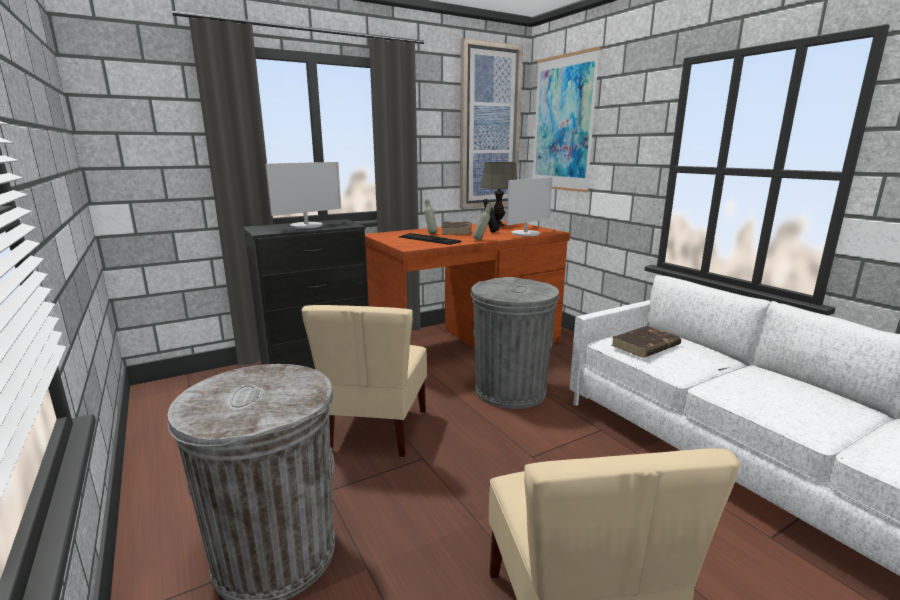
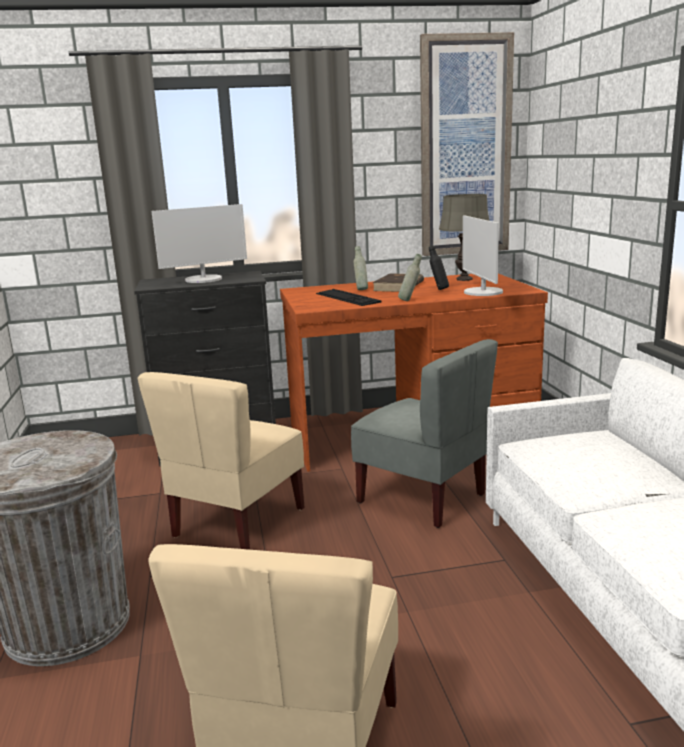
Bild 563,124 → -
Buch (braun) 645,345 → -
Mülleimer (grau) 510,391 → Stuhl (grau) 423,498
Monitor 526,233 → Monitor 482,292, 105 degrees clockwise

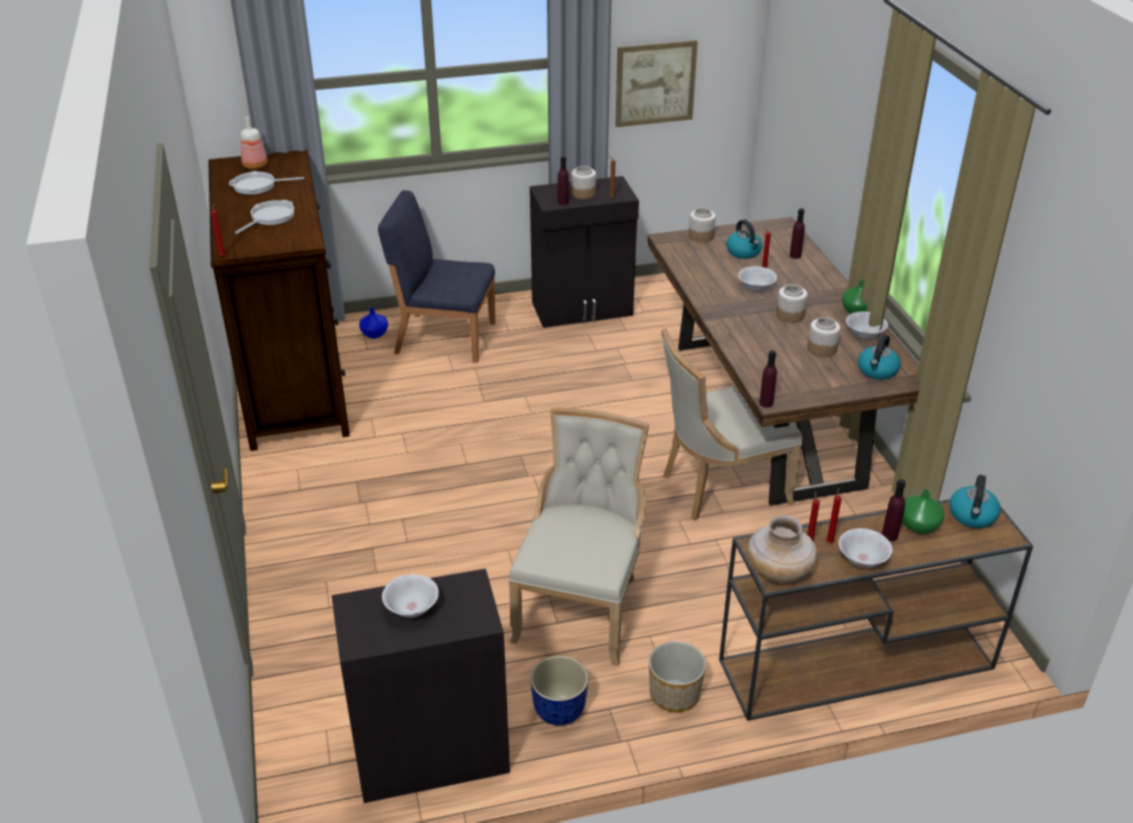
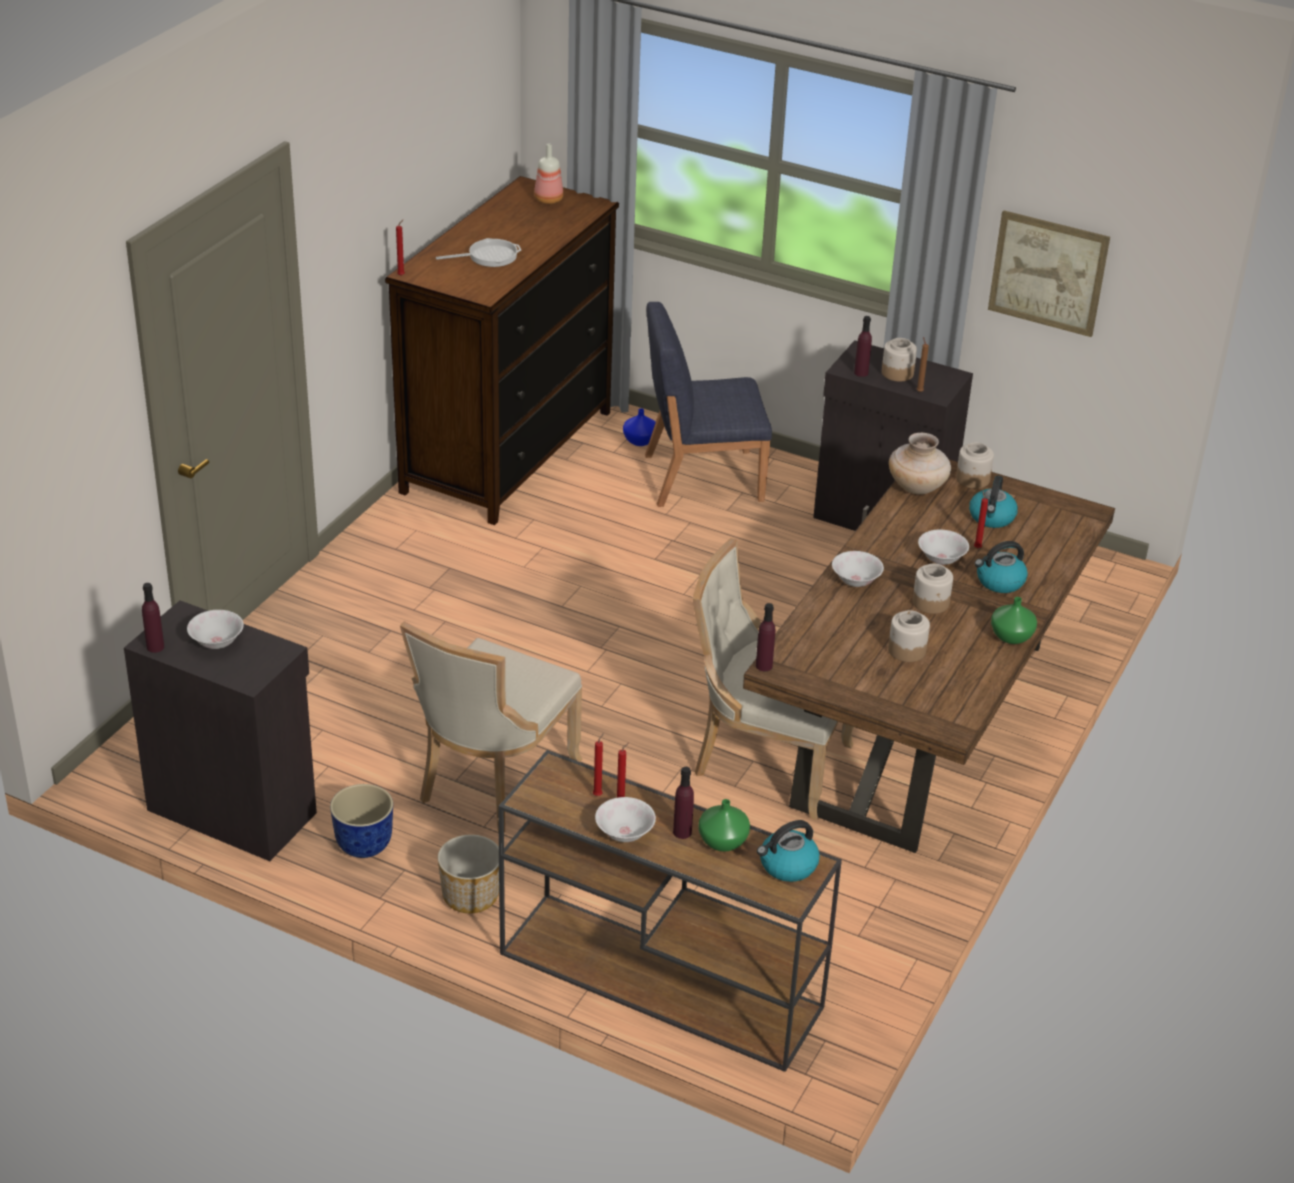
Pfanne 258,186 → -
Vase (beige) 779,571 → Vase (beige) 917,487, relocated
Flasche (lila) 795,255 → Flasche (lila) 155,647, relocated
Schüssel (weiß) 864,334 → Schüssel (weiß) 856,581, relocated
Wasserkessel 877,371 → Wasserkessel 999,582, relocated
Stuhl (blau) 444,337 → Stuhl (blau) 701,477, 60 degrees counterclockwise
Stuhl (beige) 581,607 → Stuhl (beige) 491,782, 150 degrees clockwise

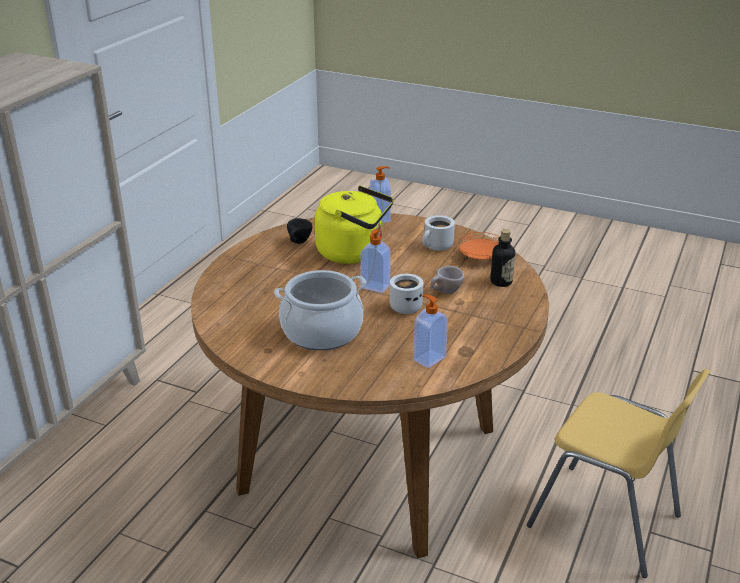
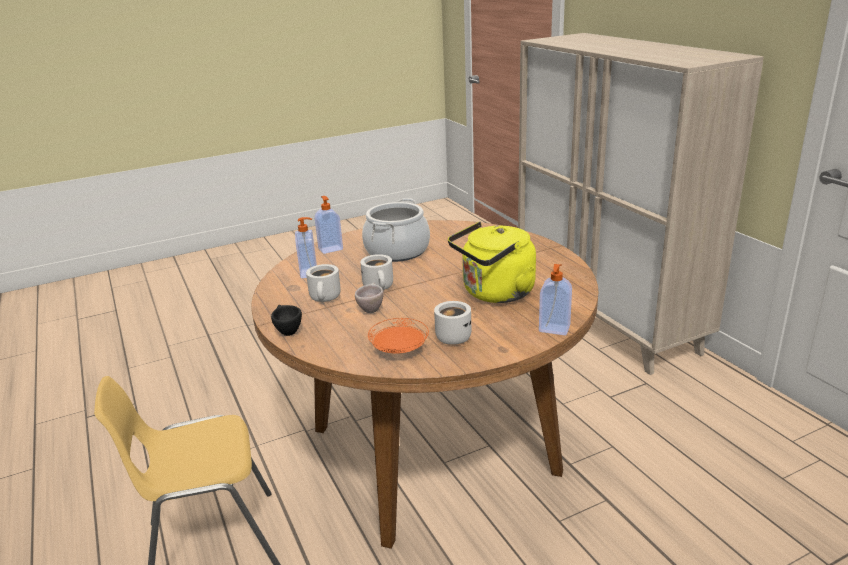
Flasche 501,282 → -
- → Henkelbecher (weiß) 326,298
Tasse (schwarz) 299,243 → Tasse (schwarz) 287,331, relocated
Seifenspender 374,287 → Seifenspender 330,249, relocated

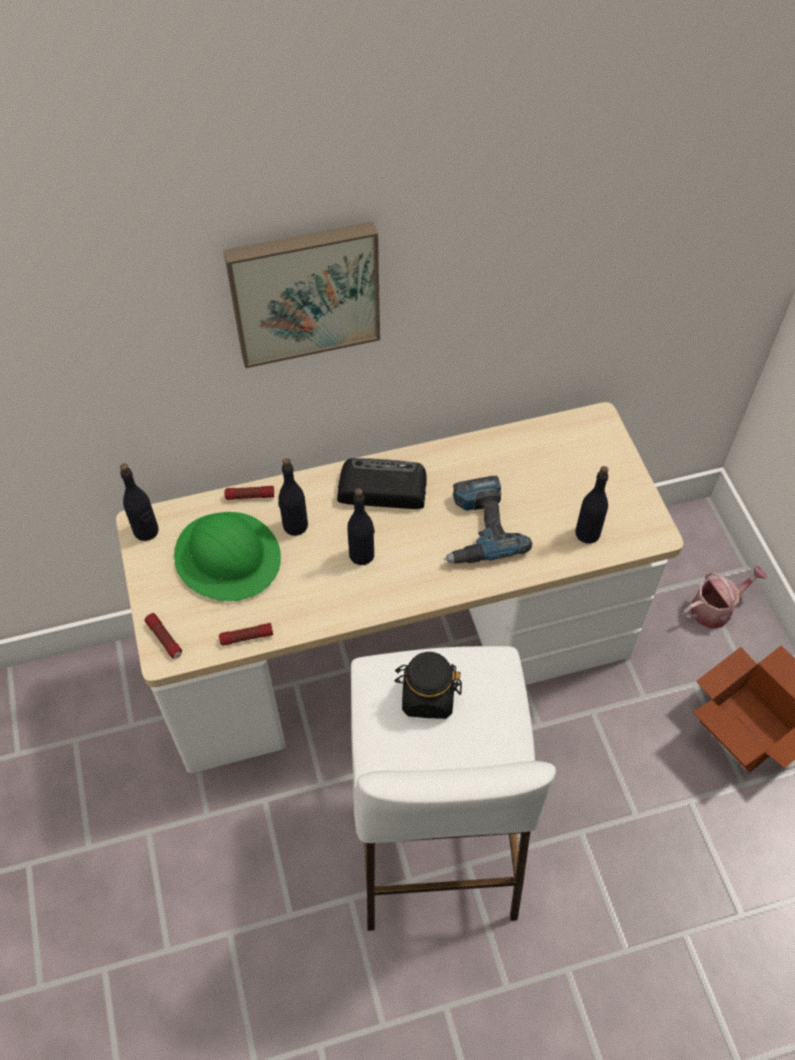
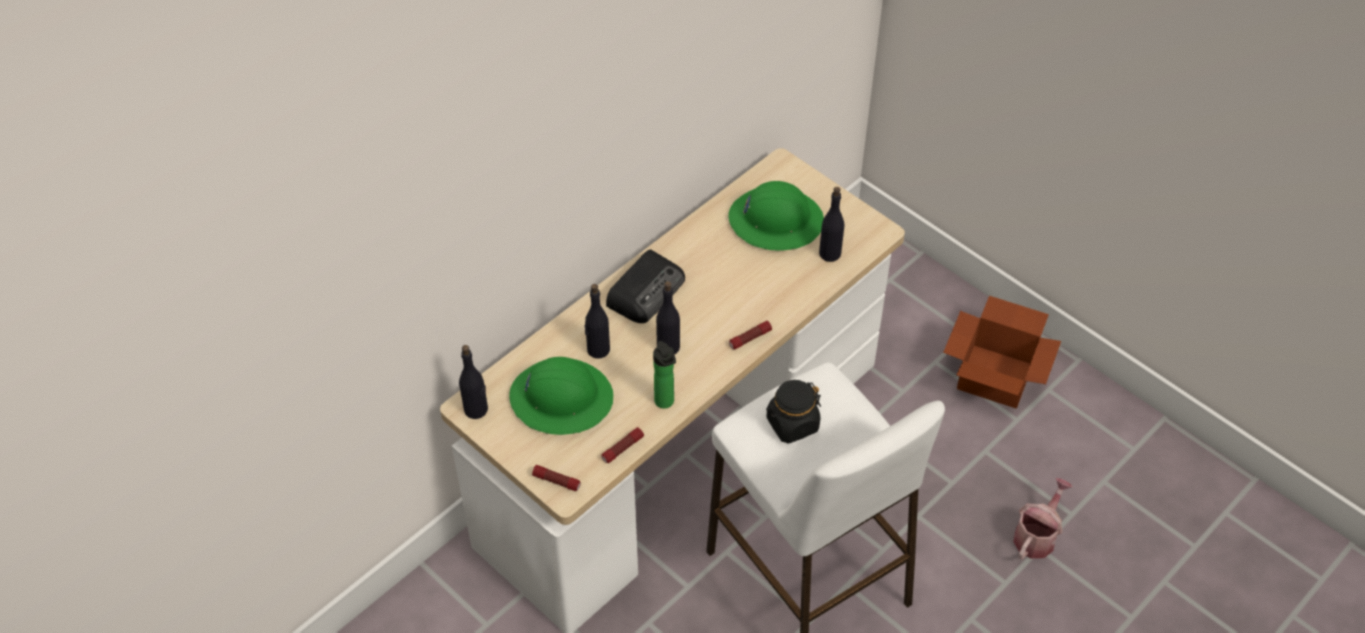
Bild 304,291 → -
Bohrmaschine 477,528 → -
- → Flasche 665,403
- → Schutzhelm (grün) 776,220
Taschenlampe 250,496 → Taschenlampe 750,339, relocated
Gießkanne 716,608 → Gießkanne 1037,535, relocated
Radio 381,488 → Radio 646,290, 150 degrees clockwise

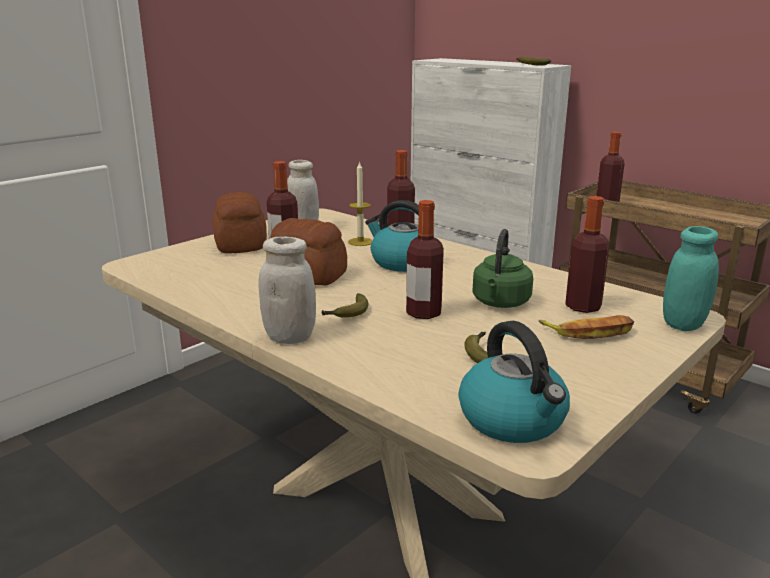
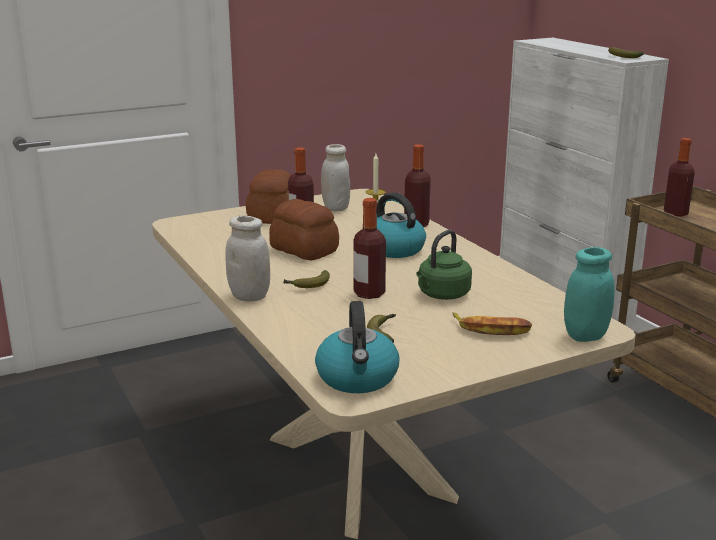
Flasche 583,307 → -

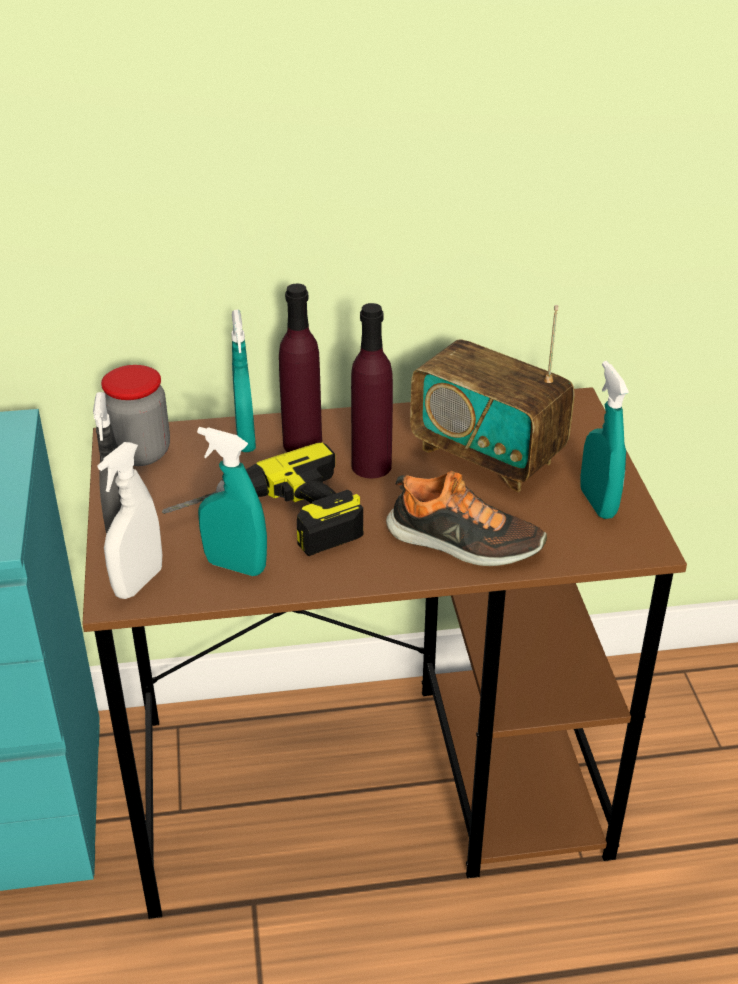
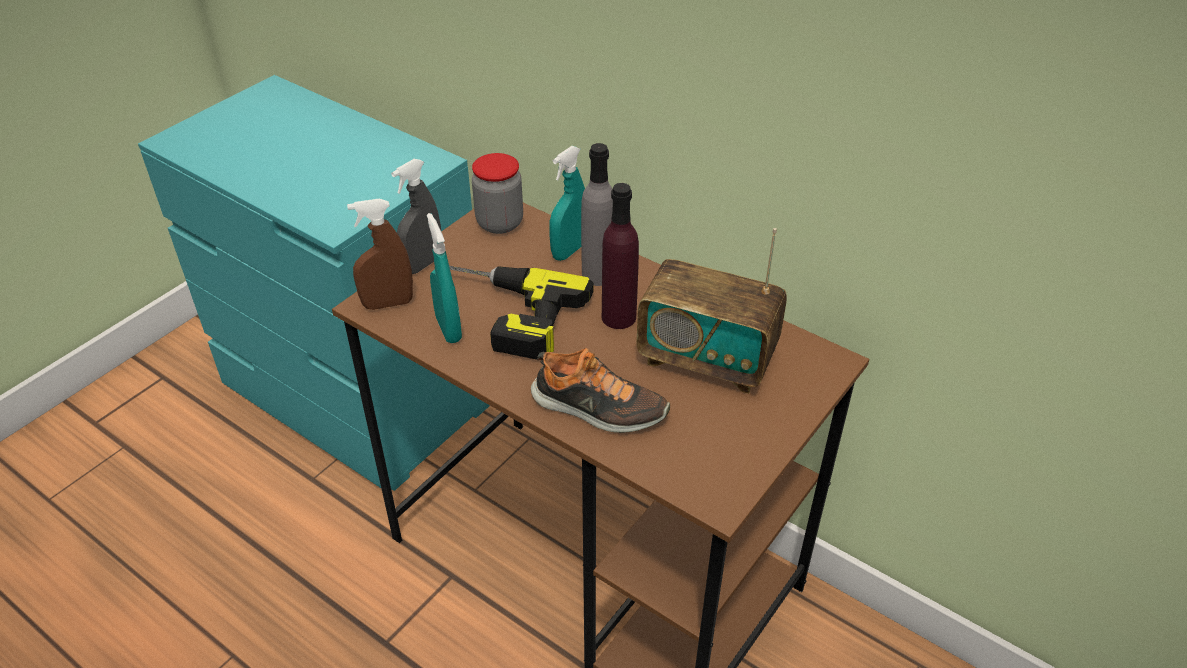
Sprühflasche (türkis) 597,503 → -
Sprühflasche (weiß) 138,582 → Sprühflasche (braun) 388,303
Flasche (lila) 302,444 → Flasche (grau) 598,275
Schuh 463,543 → Schuh 598,408, 45 degrees counterclockwise
Radio 487,455 → Radio 706,359, 60 degrees counterclockwise

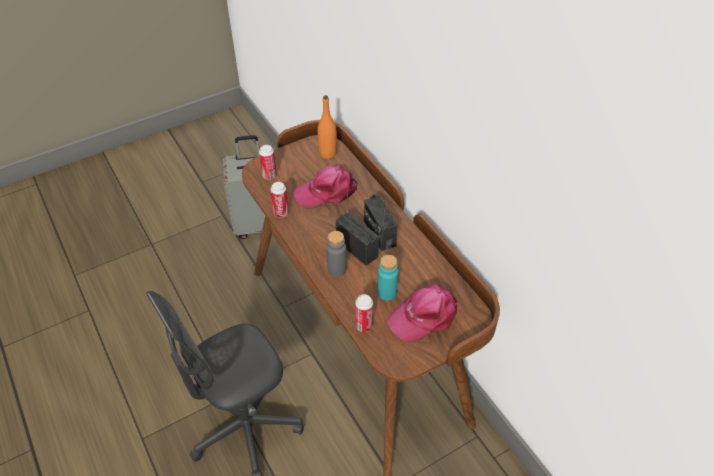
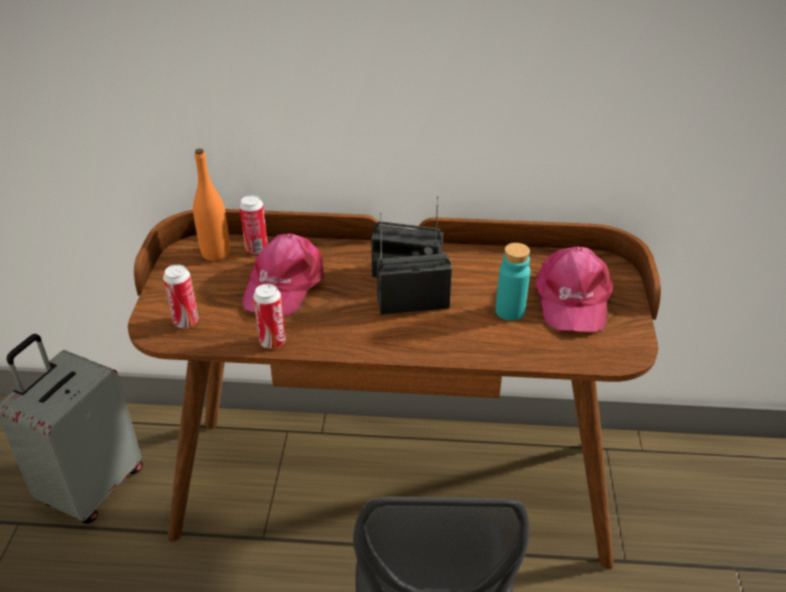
Flasche (grau) 337,269 → -
Dose 363,326 → Dose 256,249, relocated

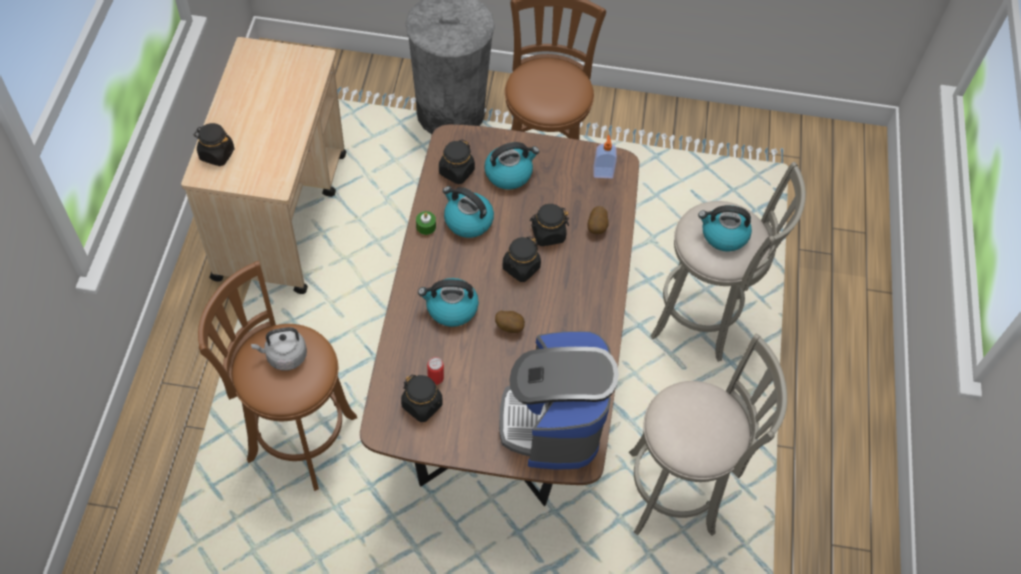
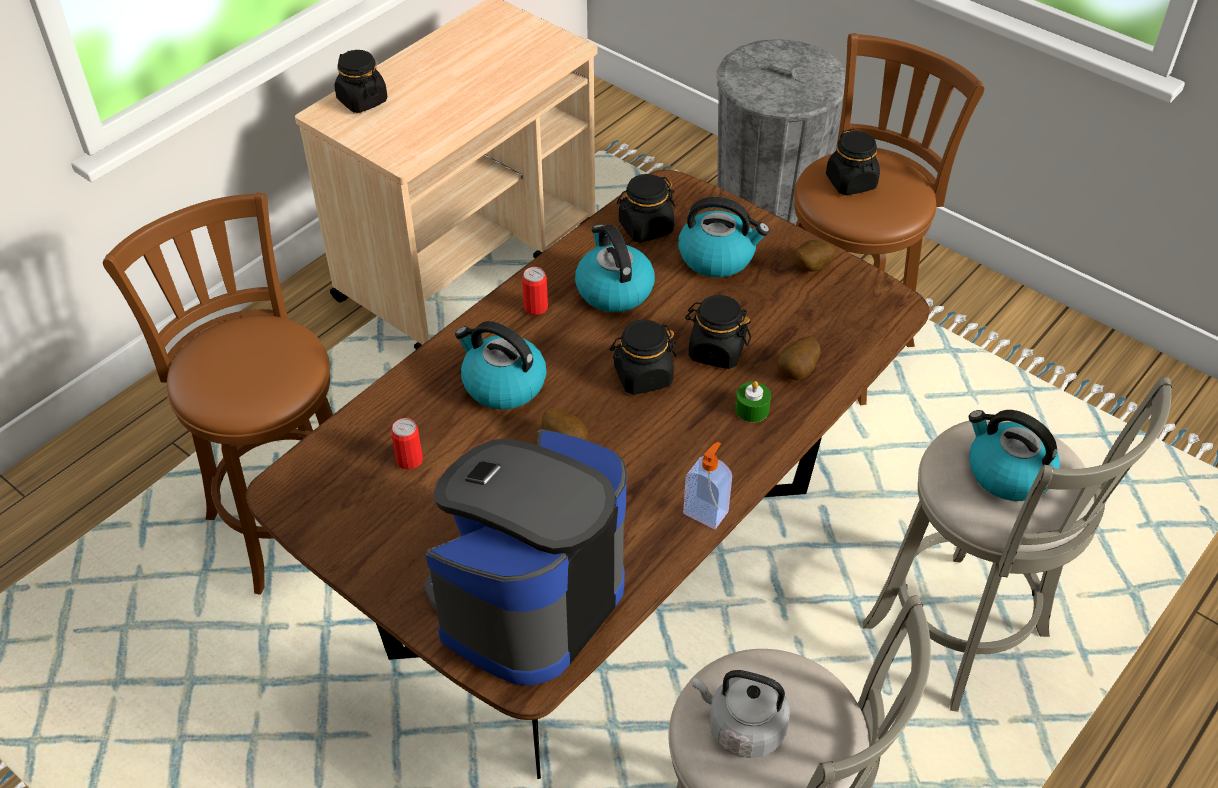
- → Dose 536,307
- → Kartoffel 810,267
Wasserkessel (grau) 284,356 → Wasserkessel (grau) 742,727, relocated
Vorratsglas (schwarz) 422,405 → Vorratsglas (schwarz) 851,182, relocated
Kerze (grün) 426,226 → Kerze (grün) 752,409, relocated
Seifenspender 603,172 → Seifenspender 706,512, relocated

